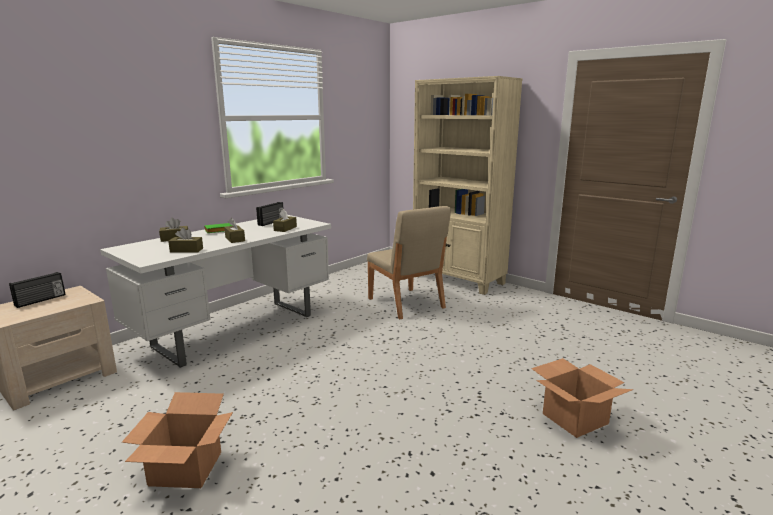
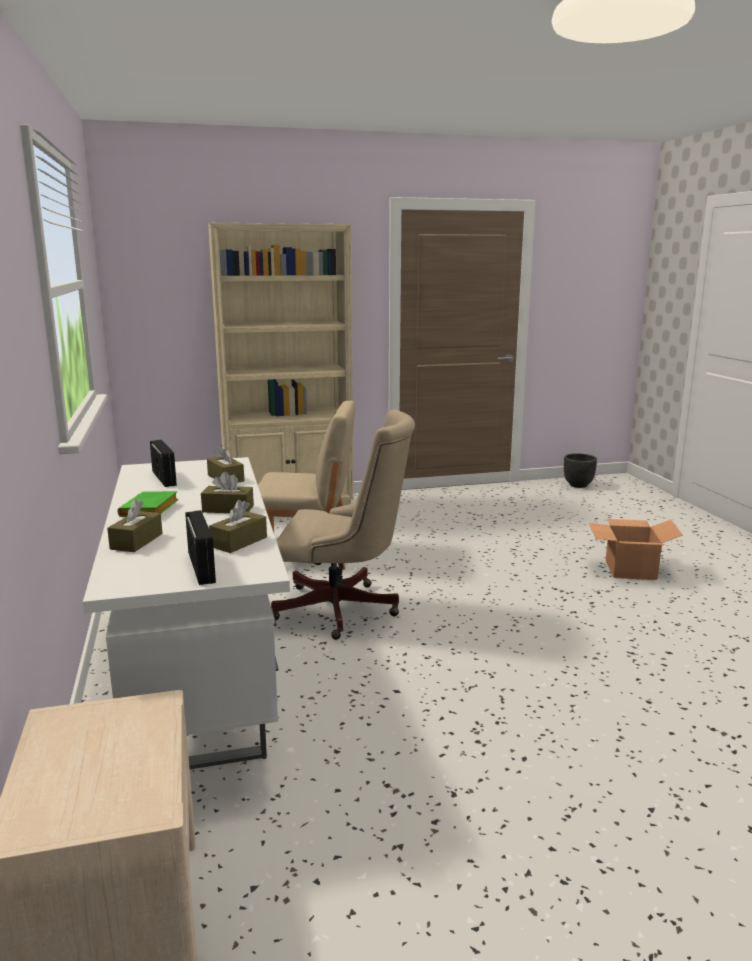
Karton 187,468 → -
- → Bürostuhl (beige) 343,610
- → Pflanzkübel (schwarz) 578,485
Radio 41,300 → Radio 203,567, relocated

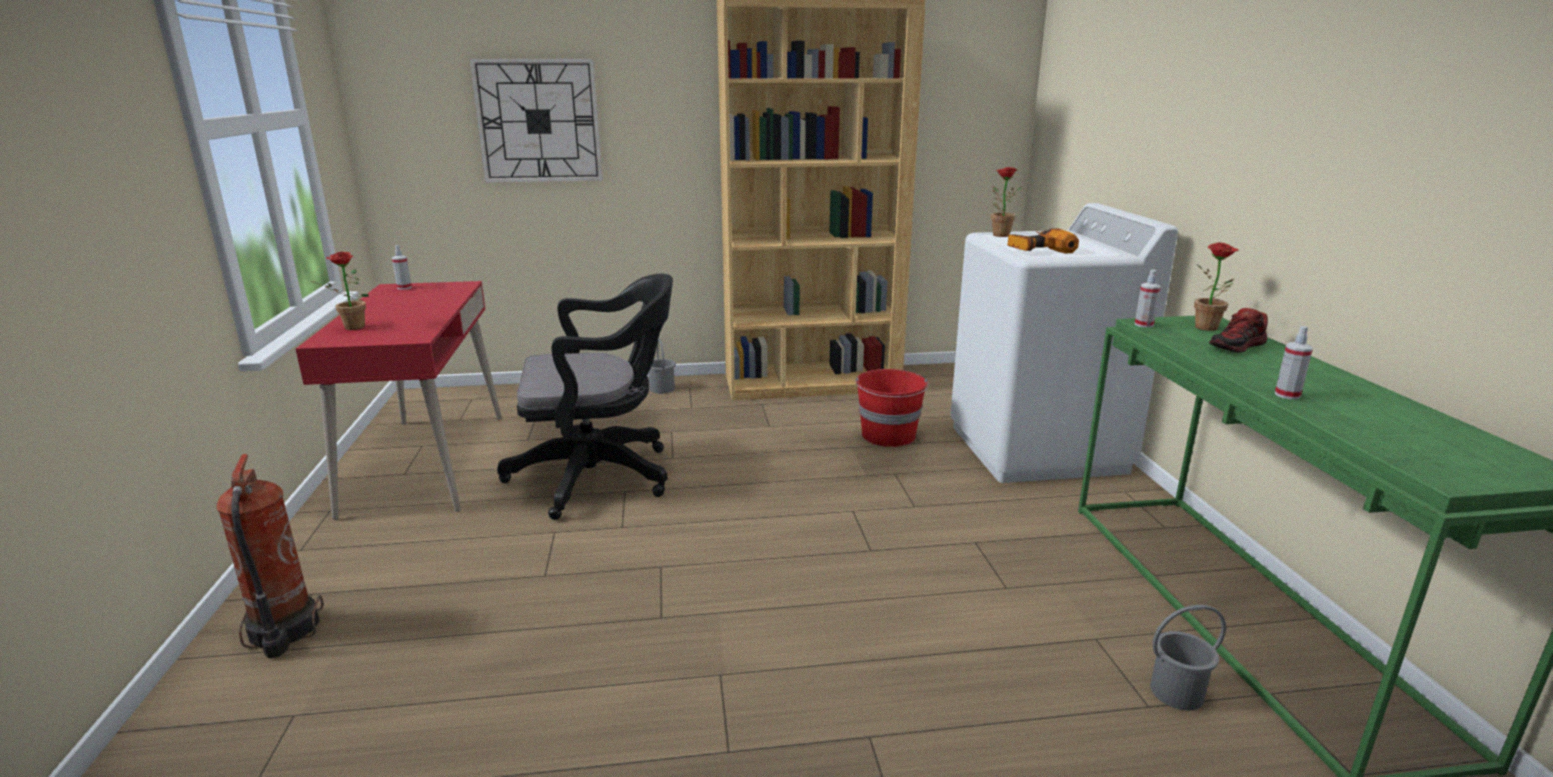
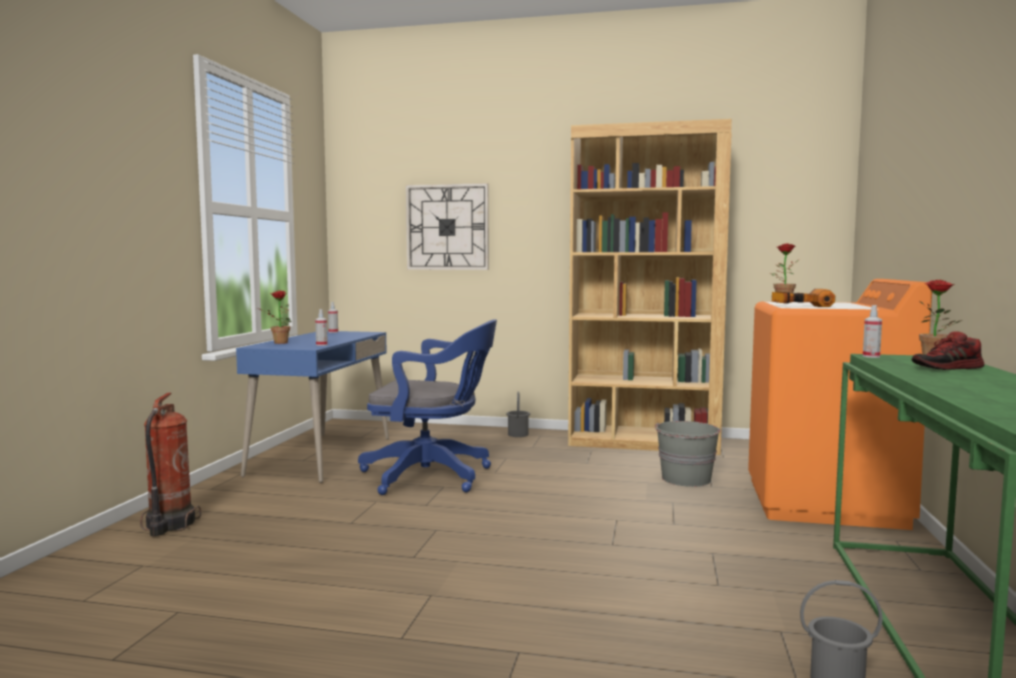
Sprühflasche 1287,395 → Sprühflasche 321,345, relocated
Schreibtisch (rot) 427,463 → Schreibtisch (blau) 321,456
Bürostuhl (schwarz) 601,476 → Bürostuhl (blau) 433,476
Eimer (rot) 888,436 → Eimer (grau) 686,479
Waschmaschine (weiß) 1037,449 → Waschmaschine (orange) 825,502

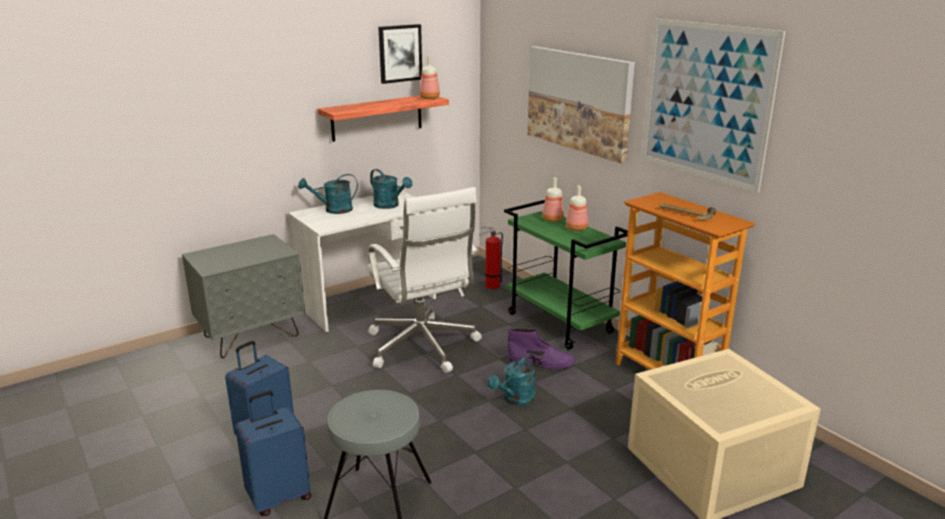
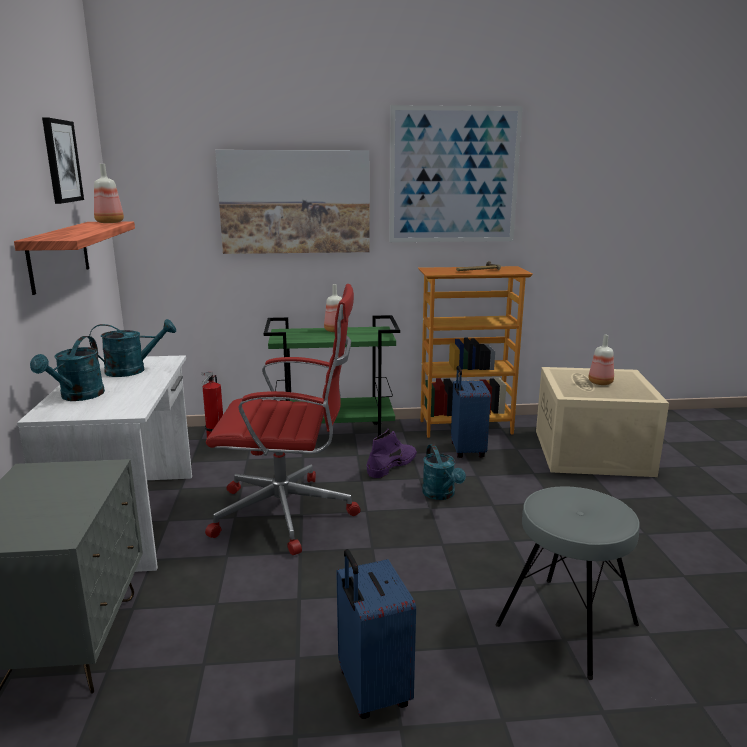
Koffer (blau) 279,497 → Koffer (blau) 466,451, relocated
Flasche 552,220 → Flasche 601,383, relocated
Bürostuhl (weiß) 423,347 → Bürostuhl (rot) 288,514

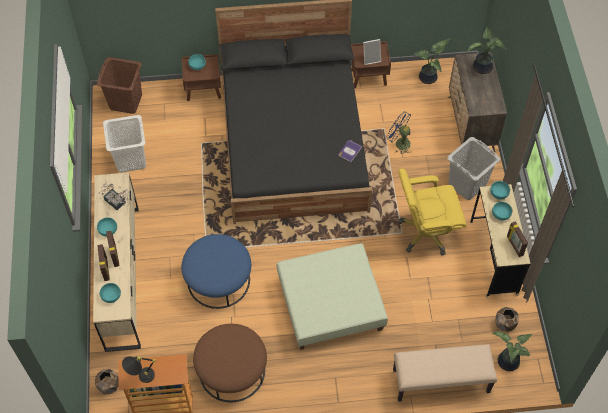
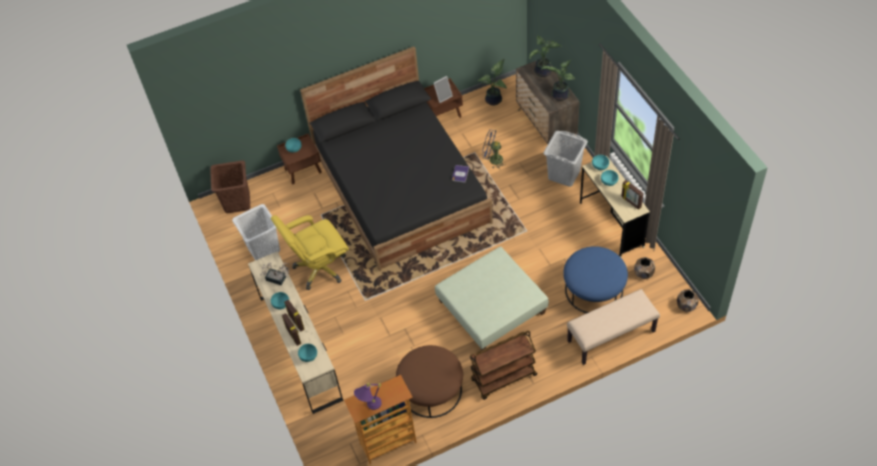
- → Rollwagen (braun) 503,378
Pflanzkübel (braun) 109,386 → Pflanzkübel (braun) 686,306, relocated
Polsterhocker (blau) 218,280 → Polsterhocker (blau) 593,290, relocated
Bürostuhl (gelb) 426,232 → Bürostuhl (gelb) 319,268, relocated
Topfpflanze 506,362 → Topfpflanze 559,96, relocated
Tischlampe (schwarz) 140,377 → Tischlampe (lila) 369,406

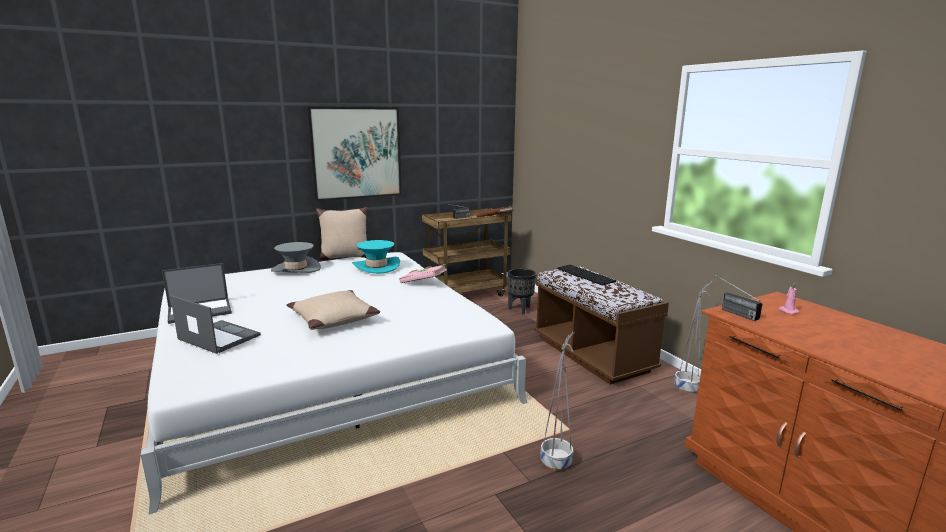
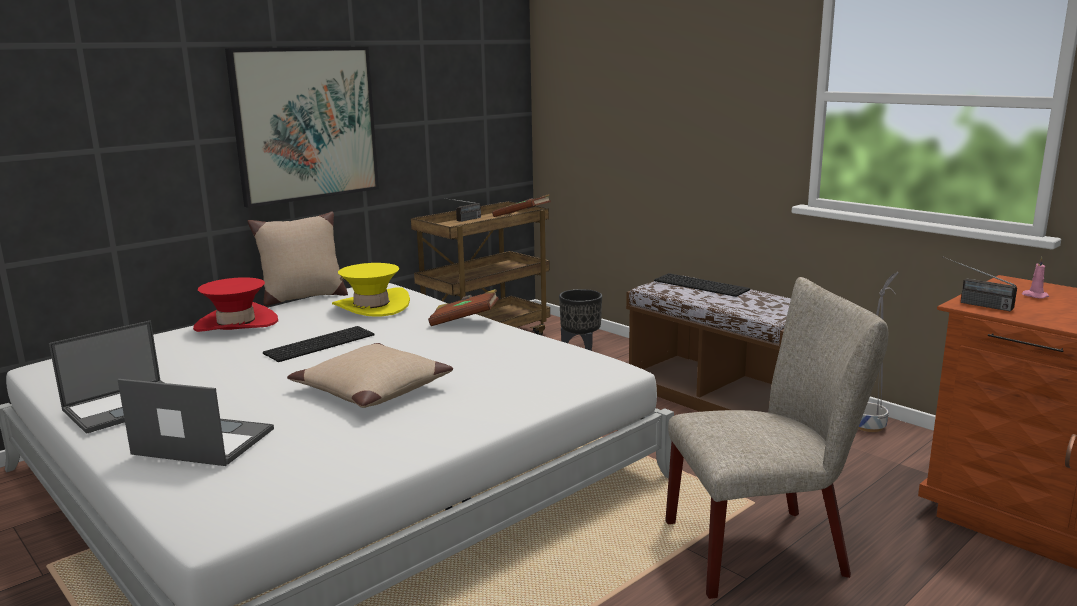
- → Tastatur 320,343
Pflanzkübel (grau) 556,462 → Stuhl (beige) 766,548
Hut (grau) 296,269 → Hut (rot) 236,324
Hut (türkis) 376,267 → Hut (gelb) 371,306
Buch (rosa) 423,282 → Buch (braun) 464,321

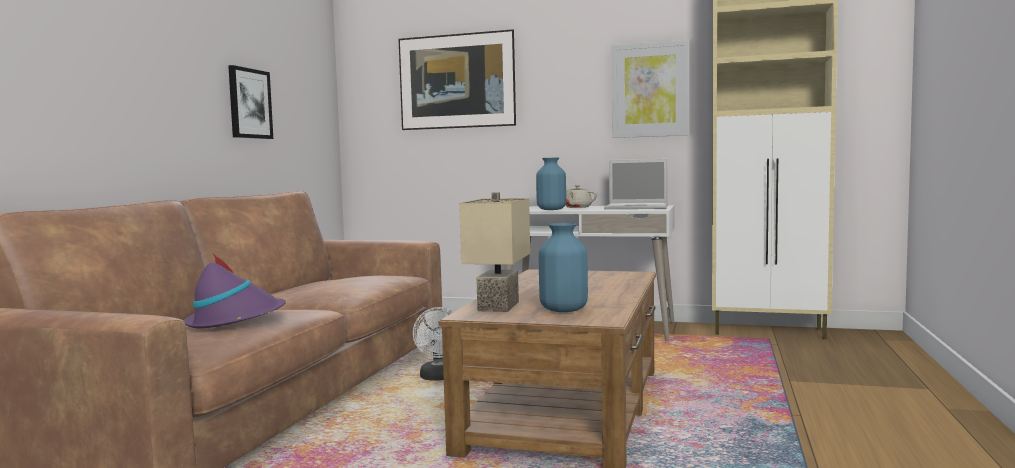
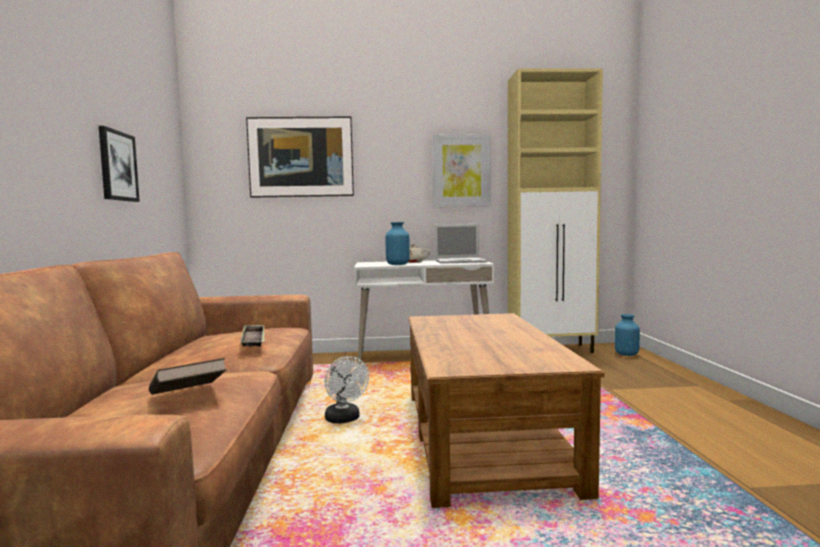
Tischlampe (beige) 501,306 → -
- → Tablett 253,340
Vase (blau) 564,310 → Vase (blau) 627,354, relocated
Hut (lila) 235,321 → Buch (braun) 187,397

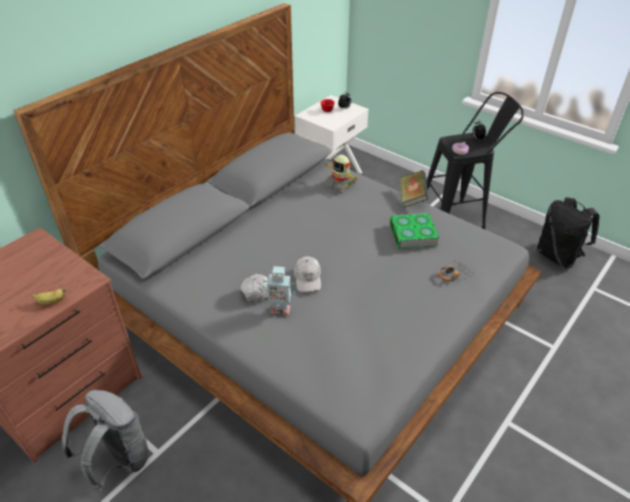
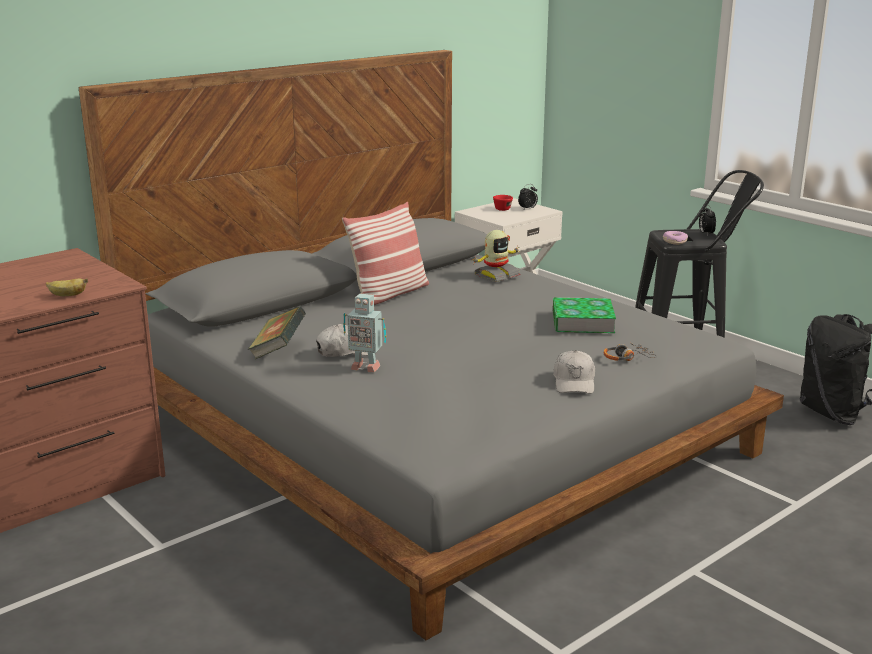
Rucksack (grau) 118,461 → -
- → Kissen 389,294
Kappe (weiß) 308,278 → Kappe (weiß) 574,382, relocated
Buch 412,198 → Buch 278,350, relocated
Spielzeugroboter 340,184 → Spielzeugroboter 496,276, 90 degrees counterclockwise

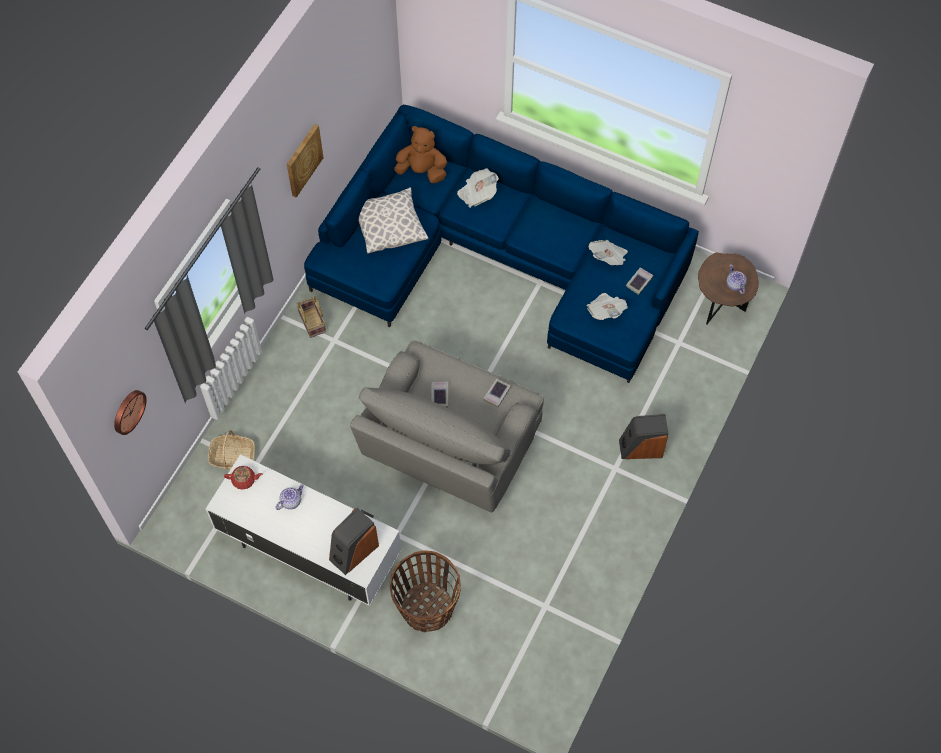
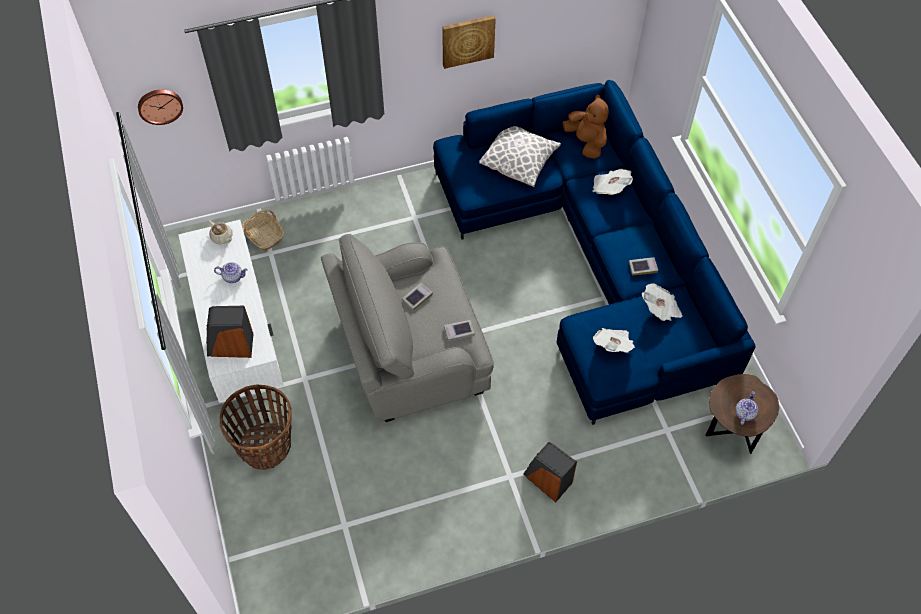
Korb 313,323 → -
Buch 639,282 → Buch 643,267, relocated
Teekanne (rot) 244,480 → Teekanne (beige) 222,237

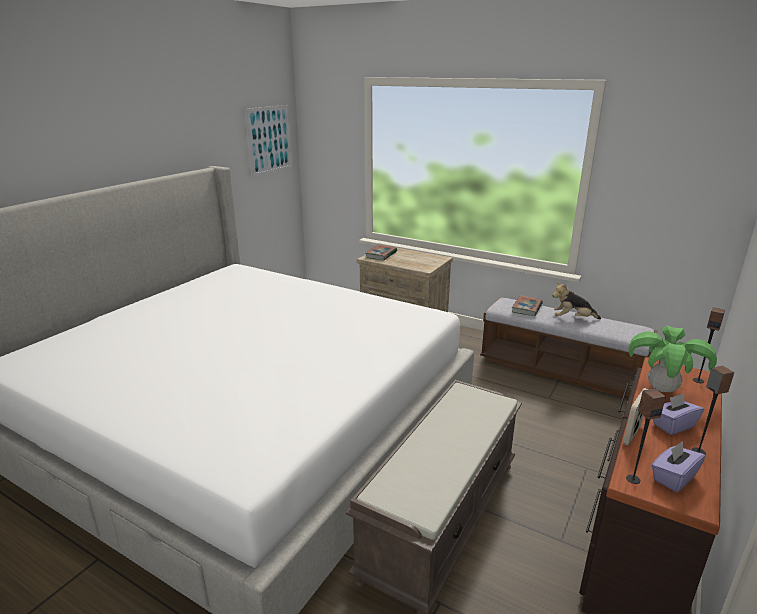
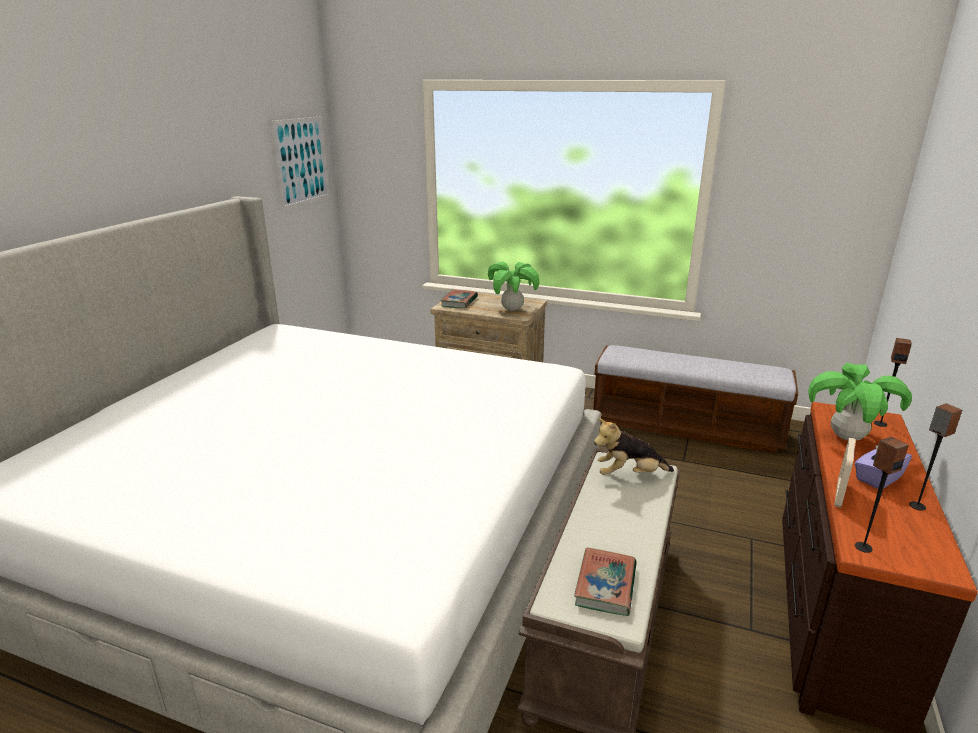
Taschentuchbox (lila) 673,477 → -
- → Topfpflanze 512,309
Buch 527,308 → Buch 605,585, relocated
Plüschtier 572,319 → Plüschtier 629,475, relocated

